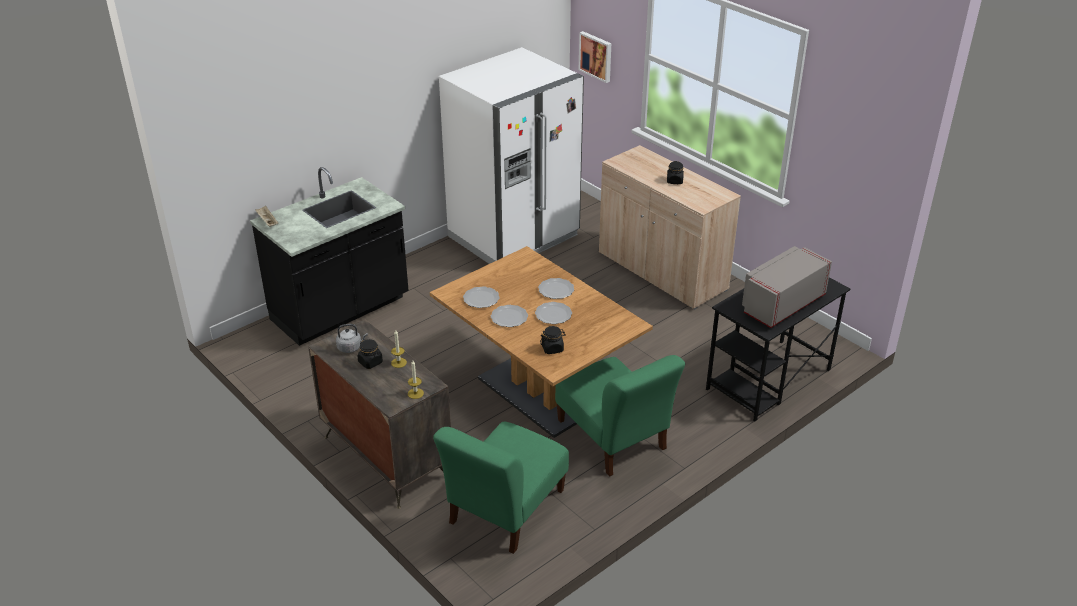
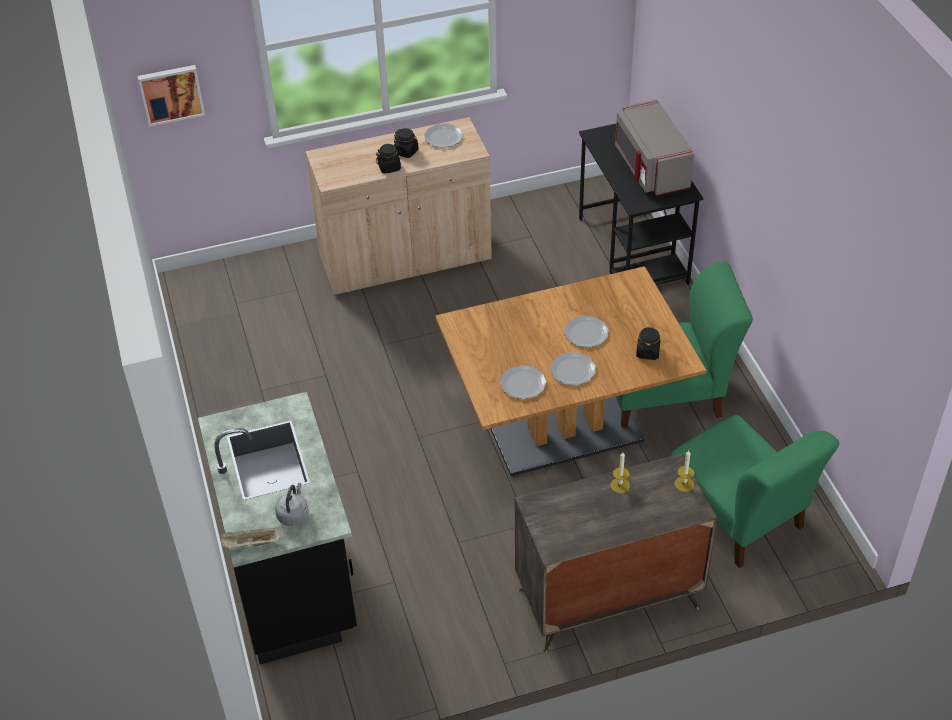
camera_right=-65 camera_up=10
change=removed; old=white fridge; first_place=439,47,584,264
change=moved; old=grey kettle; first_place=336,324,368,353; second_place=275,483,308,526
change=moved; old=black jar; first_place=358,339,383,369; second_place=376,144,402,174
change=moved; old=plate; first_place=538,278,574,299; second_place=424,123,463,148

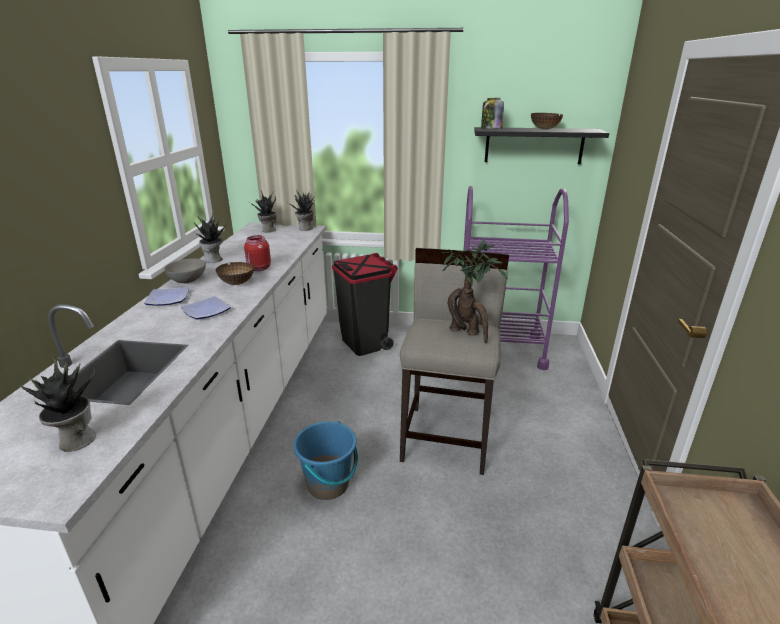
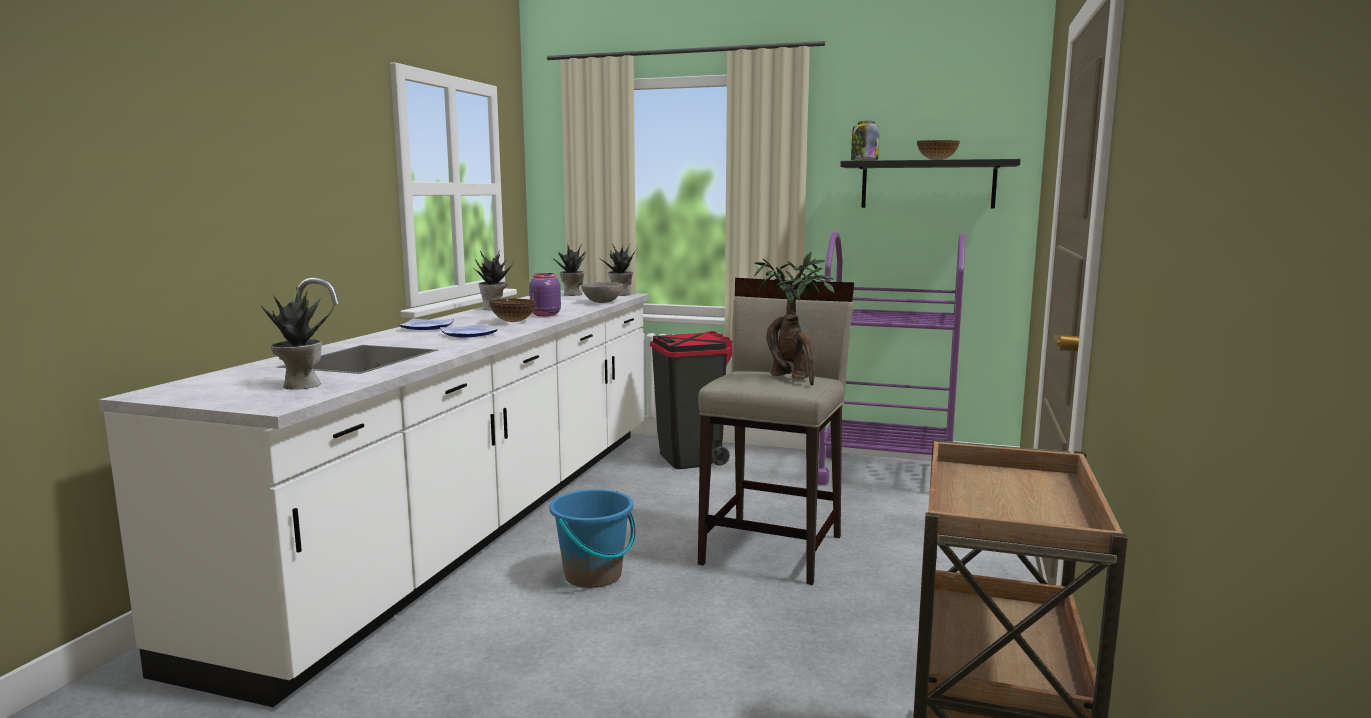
camera_right=10 camera_up=-15
change=moved; old=grey bowl; first_place=164,259,206,284; second_place=581,282,623,303
change=recoloured; old=red jar; new=purple jar; first_place=244,235,271,271; second_place=529,273,561,316

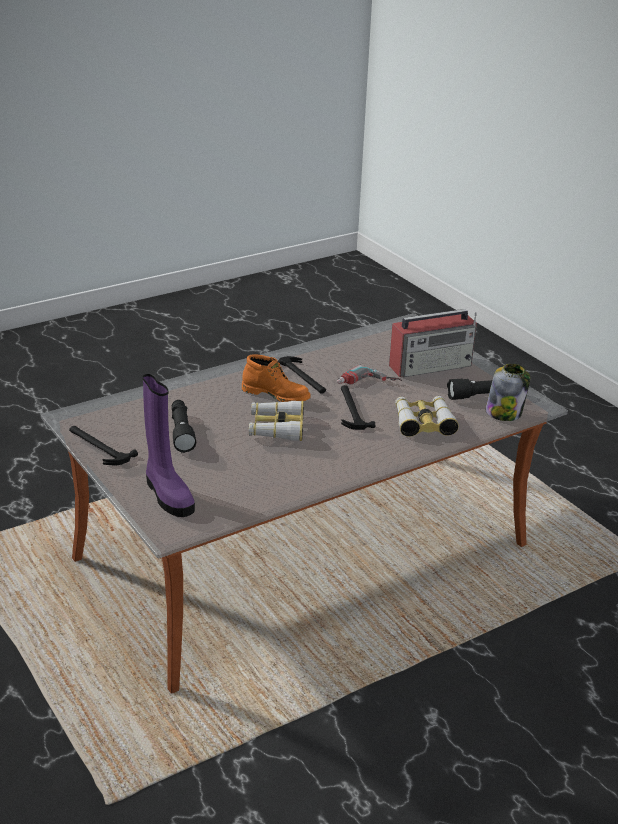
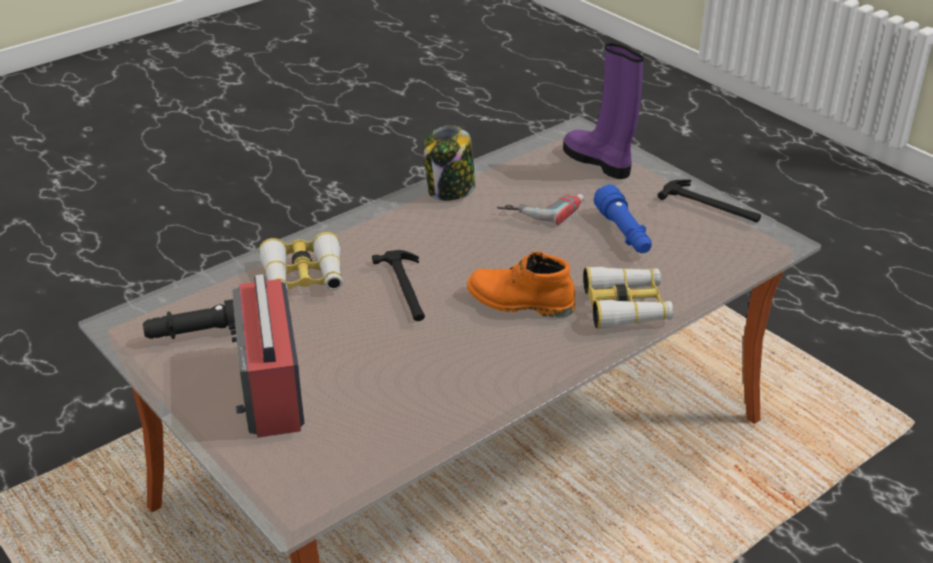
camera_right=175 camera_up=5
change=removed; old=hammer; first_place=278,356,326,394
change=moved; old=binoculars; first_place=249,401,304,441; second_place=583,266,674,329
change=moved; old=power drill; first_place=337,365,402,384; second_place=497,194,584,225
change=moved; old=jar; first_place=486,364,530,421; second_place=423,125,476,201
change=recoloured; old=black flashlight; new=blue flashlight; first_place=171,400,196,453; second_place=594,184,652,253
change=turned; old=radio; first_place=389,309,477,377; second_place=229,274,305,438; degrees=-75

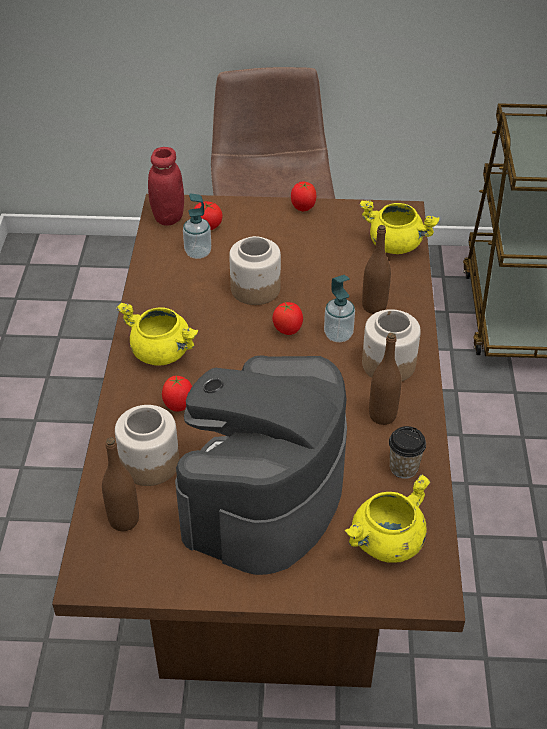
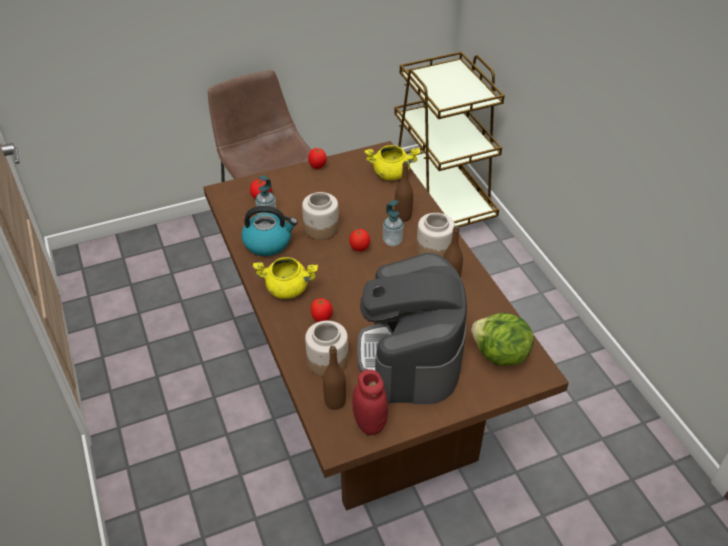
camera_right=-25 camera_up=0
change=removed; old=cup; first_place=389,426,426,479
change=added; new=kettle; second_place=241,206,298,256
change=moved; old=red jar; first_place=148,147,184,226; second_place=352,369,388,435
change=replaced; old=yellow cooking pot; new=lettuce; first_place=345,474,431,562; second_place=471,313,534,366

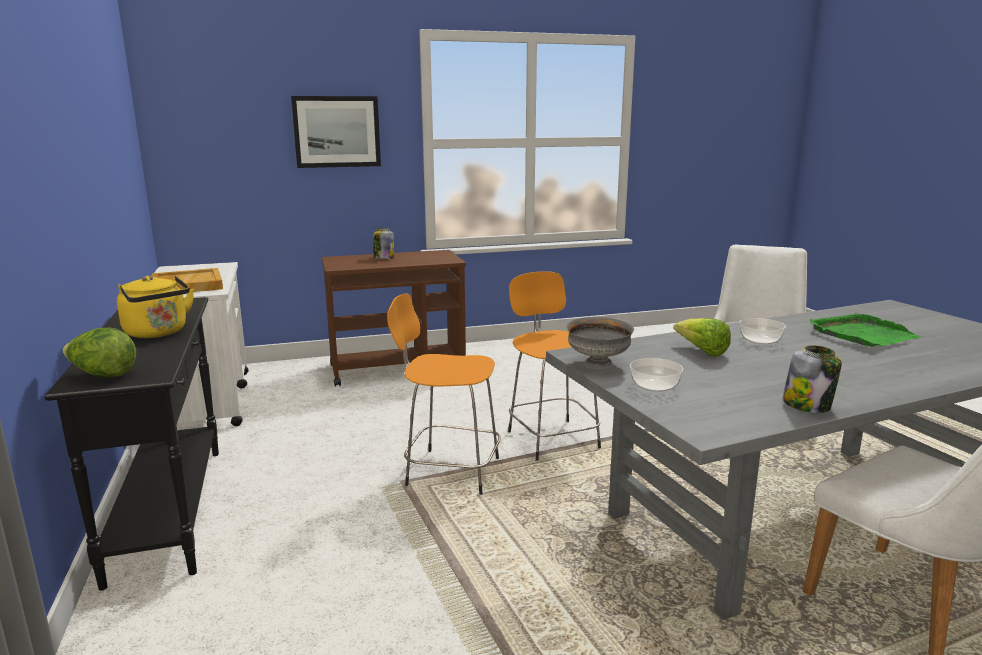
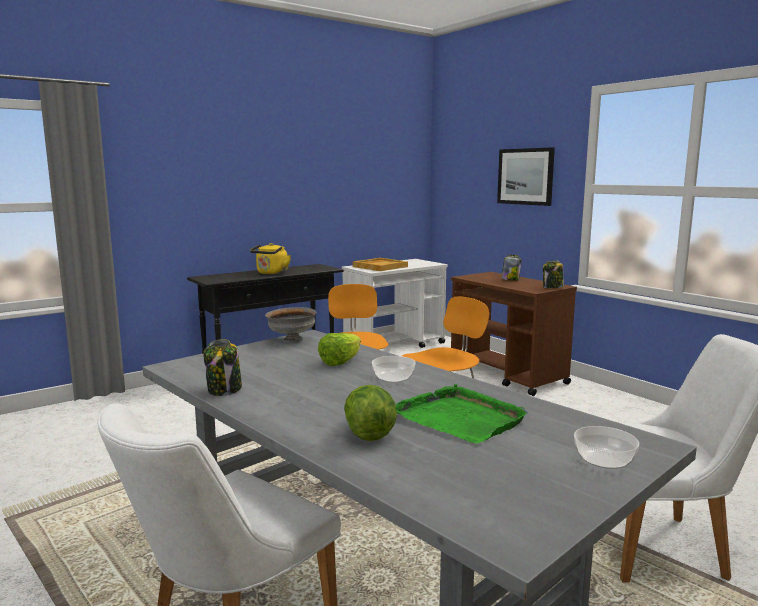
camera_right=70 camera_up=-5
change=added; new=jar; second_place=543,261,564,288
change=moved; old=lettuce; first_place=63,328,136,377; second_place=344,385,397,441
change=moved; old=bowl; first_place=630,358,683,392; second_place=574,426,639,469

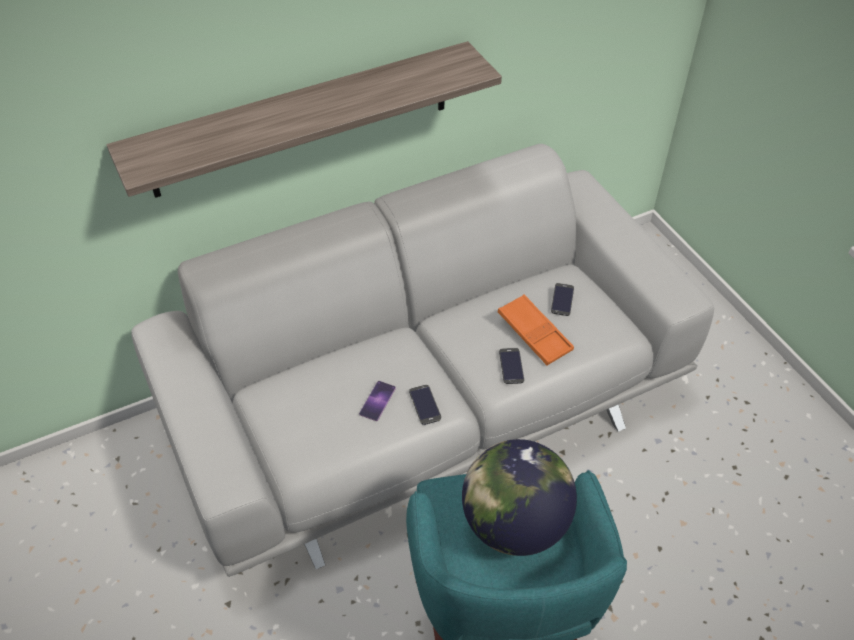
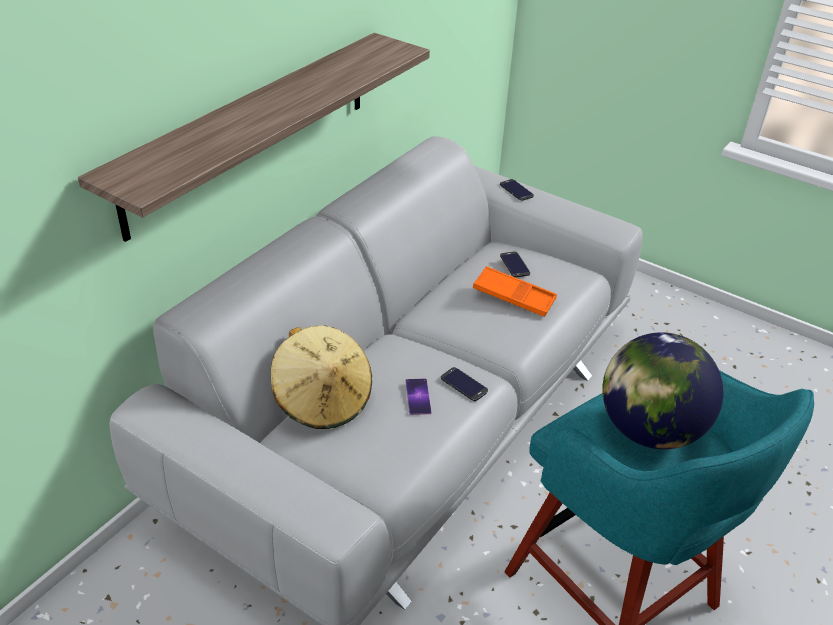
camera_right=-30 camera_up=-10
change=added; new=beige hat; second_place=271,325,372,429
change=moved; old=phone; first_place=499,348,524,384; second_place=500,179,534,201

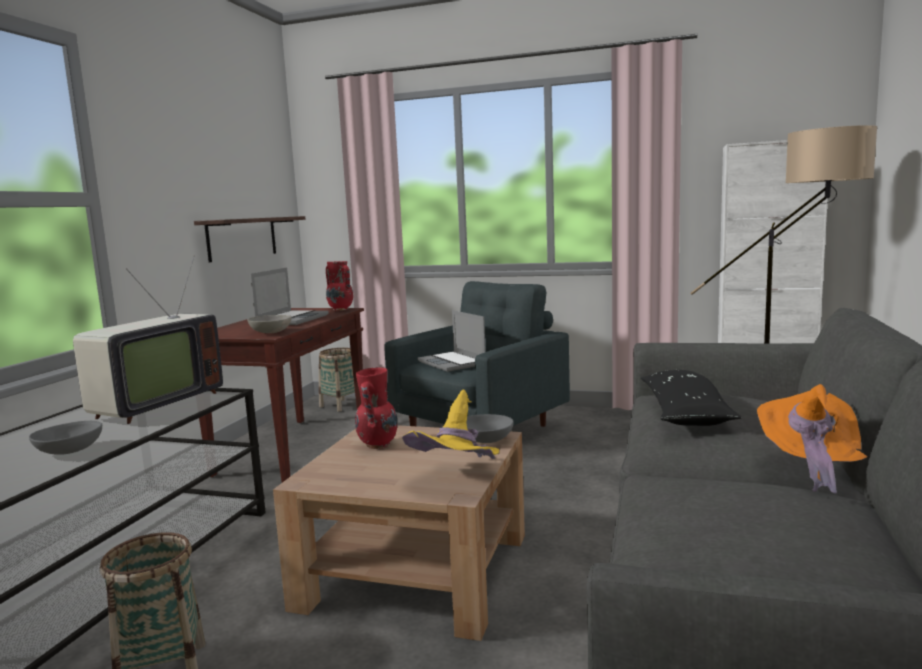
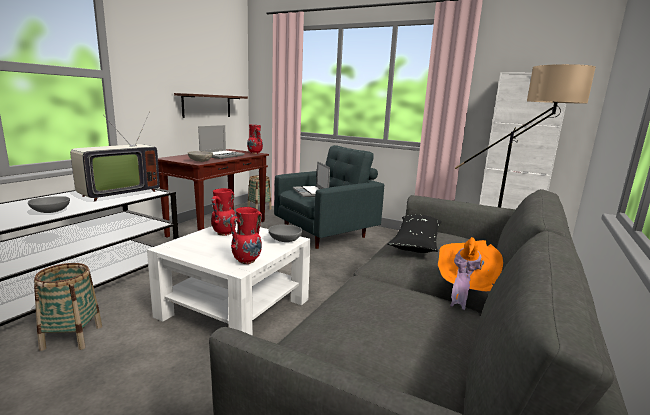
camera_right=10 camera_up=5
change=replaced; old=yellow hat; new=red vase; first_place=402,390,499,459; second_place=230,207,262,264
change=recoloured; old=brown coffee table; new=white coffee table; first_place=273,425,525,641; second_place=147,223,311,336

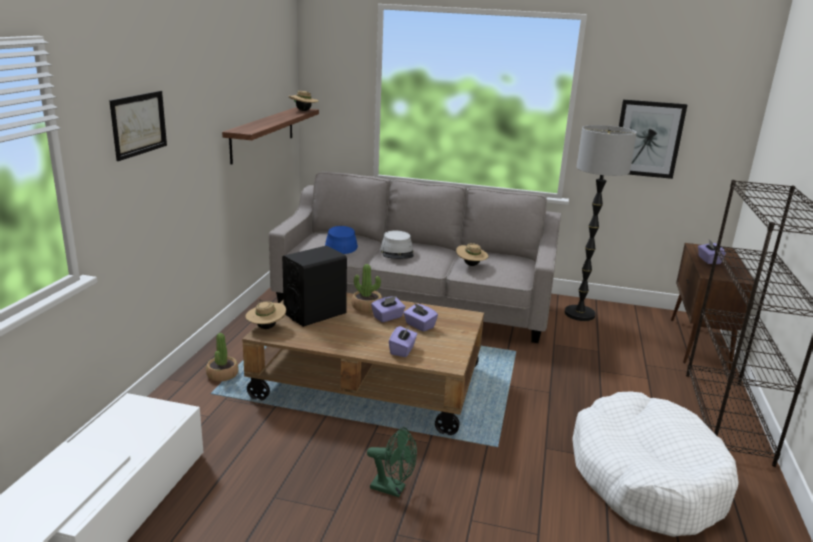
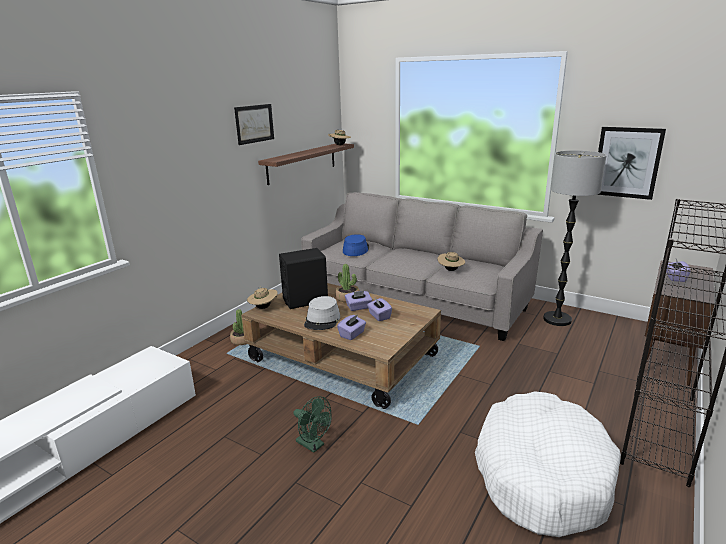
camera_right=20 camera_up=0
change=moved; old=picture; first_place=109,91,167,161; second_place=234,104,274,145
change=moved; old=grey hat; first_place=380,230,414,259; second_place=304,296,340,330

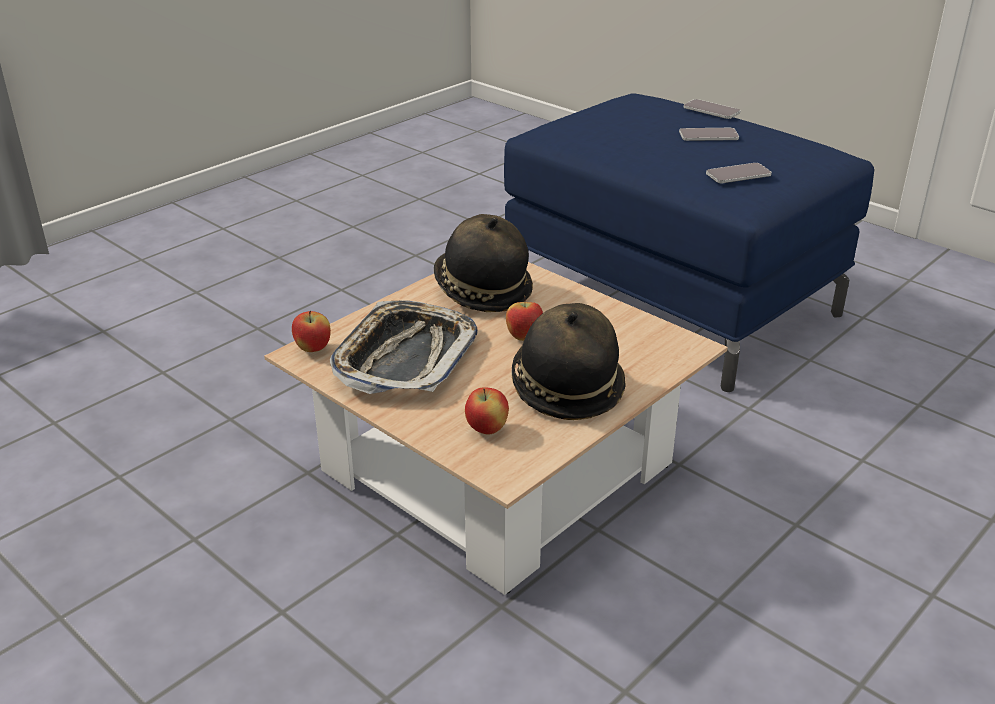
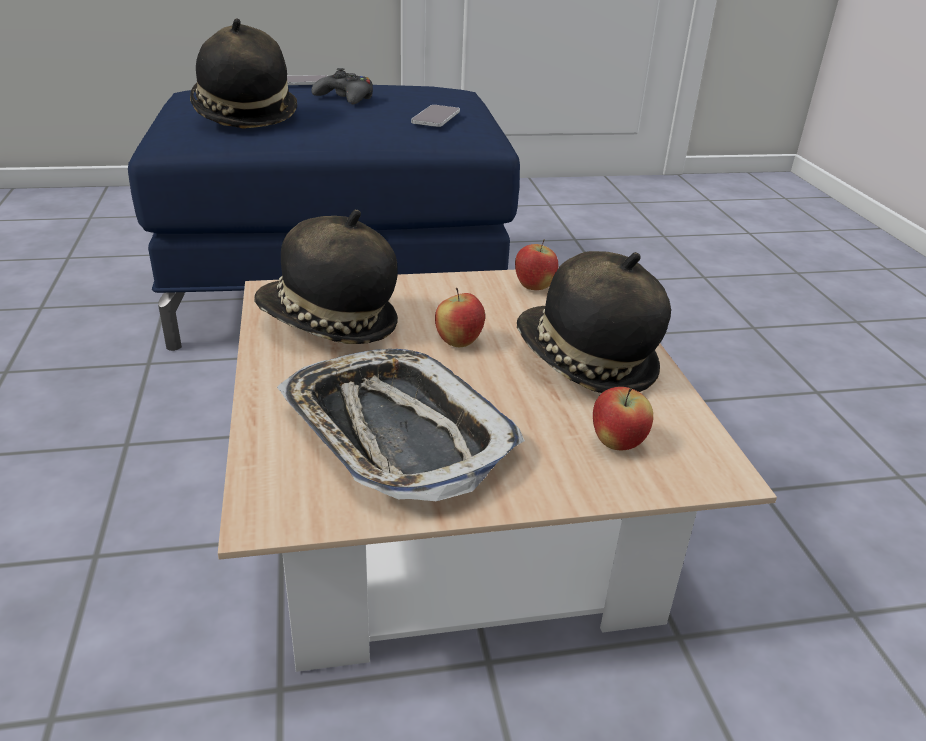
camera_right=-55 camera_up=0
change=added; new=hat; second_place=190,18,297,129
change=moved; old=apple; first_place=292,311,331,352; second_place=515,239,558,290
change=replaced; old=phone; new=black game controller; first_place=679,128,739,141; second_place=311,68,373,104

